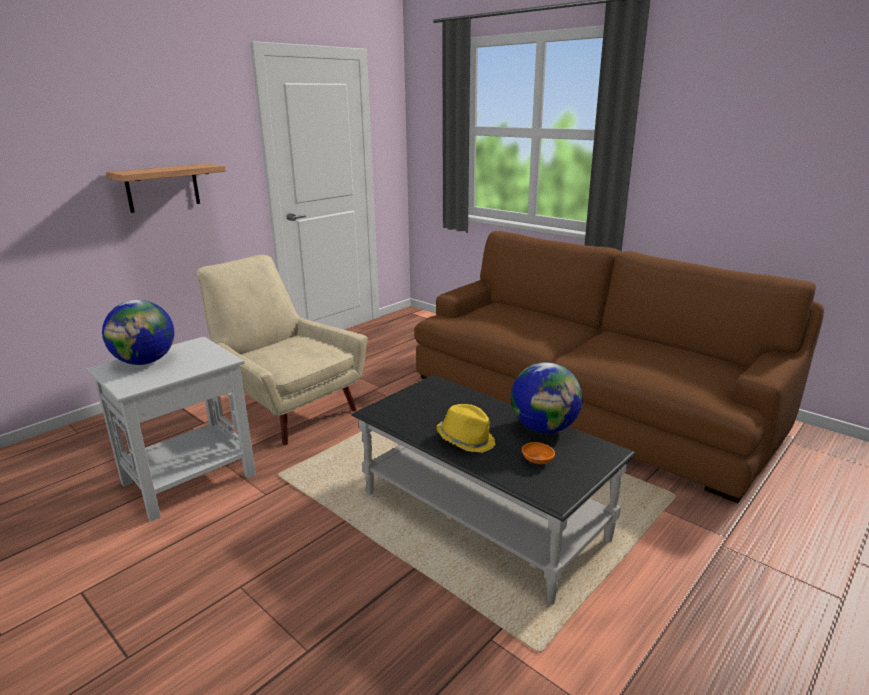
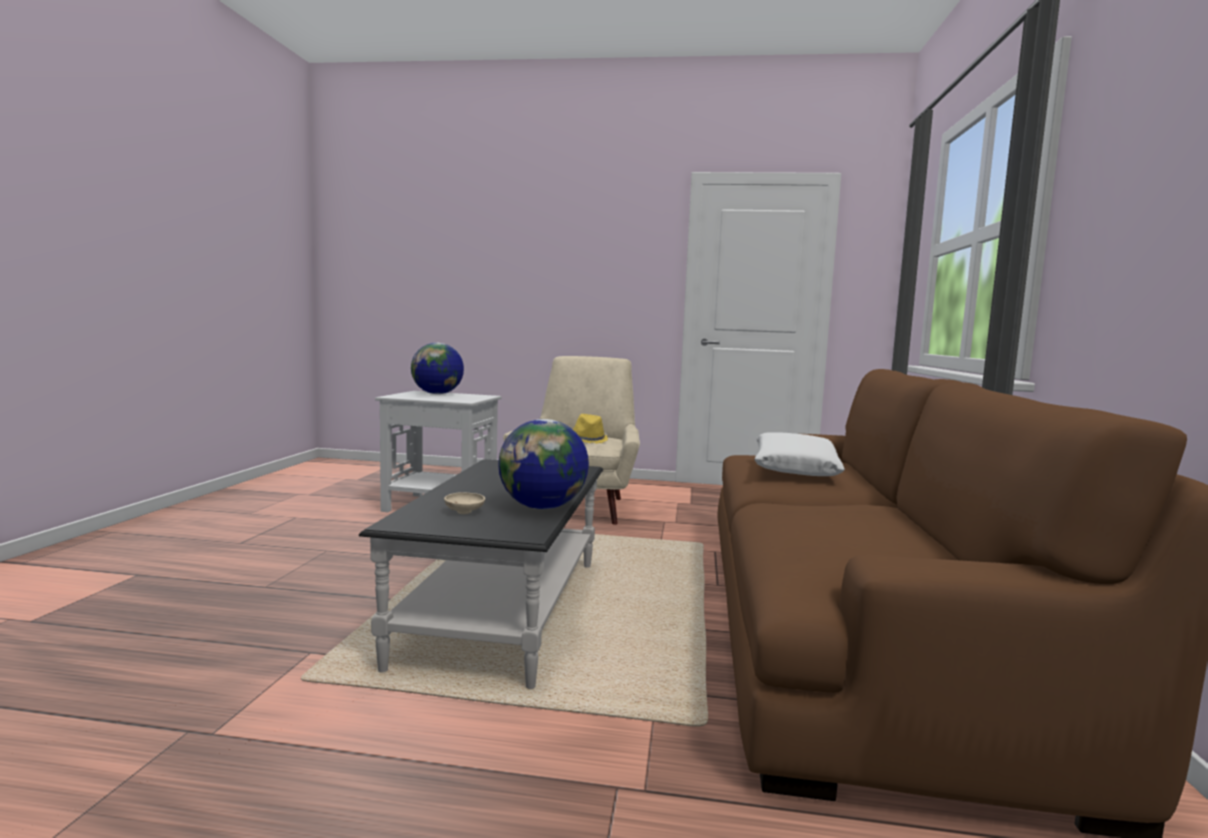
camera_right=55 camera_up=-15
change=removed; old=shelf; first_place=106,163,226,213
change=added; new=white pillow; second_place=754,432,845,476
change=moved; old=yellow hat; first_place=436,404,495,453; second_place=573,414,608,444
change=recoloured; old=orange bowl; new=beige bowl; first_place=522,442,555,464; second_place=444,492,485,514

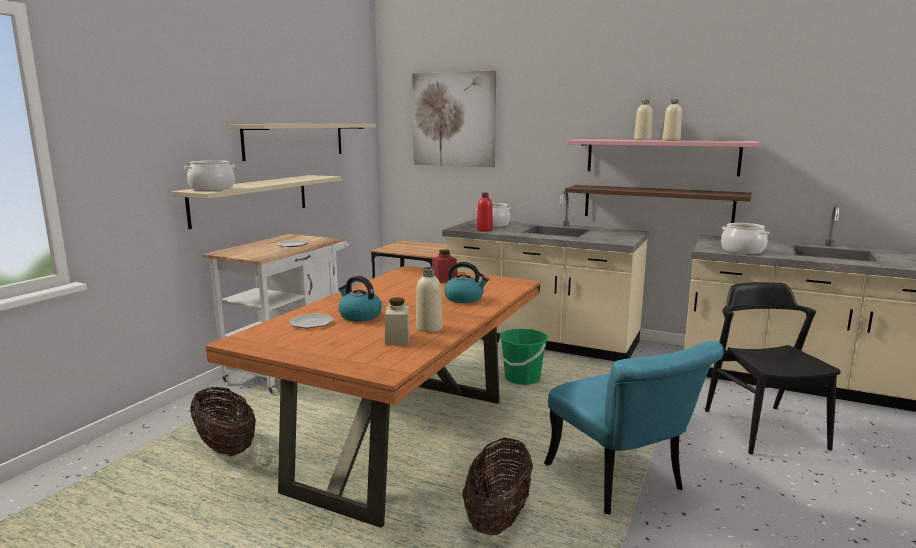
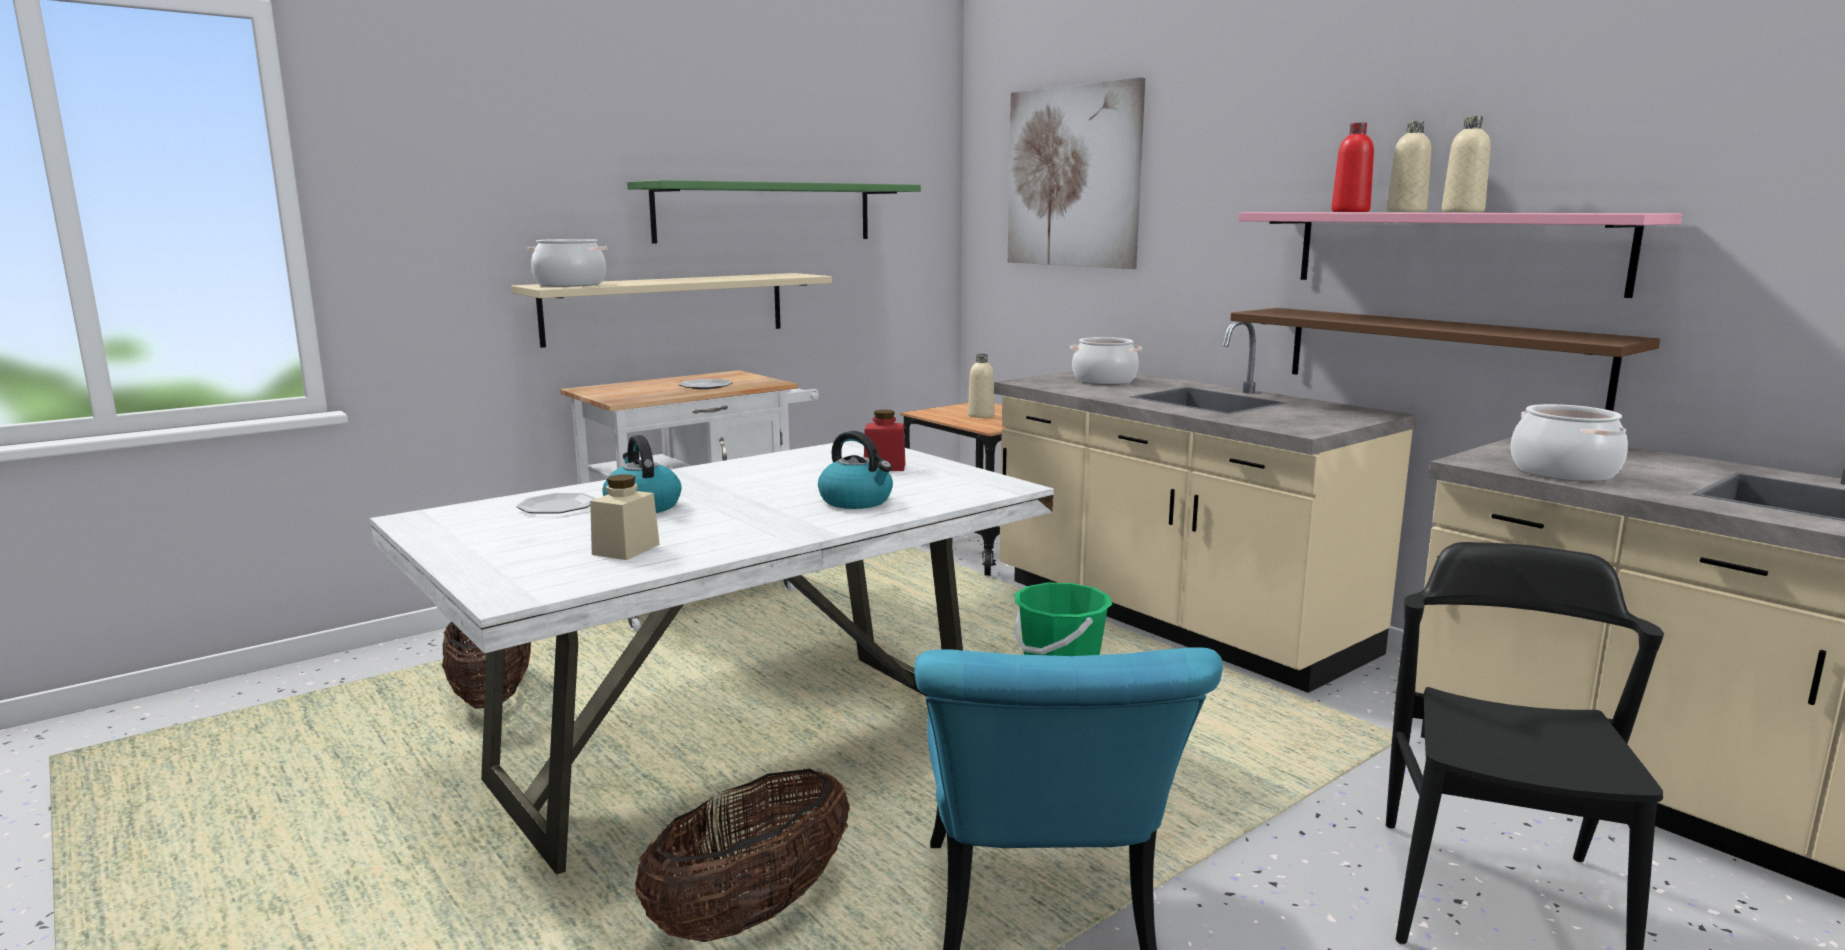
camera_right=25 camera_up=0
change=moved; old=beige bottle; first_place=416,267,443,332; second_place=968,354,995,418
change=moved; old=red bottle; first_place=477,193,493,232; second_place=1331,122,1374,212
change=recoloured; old=orange dining table; new=white dining table; first_place=205,265,540,528; second_place=370,441,1054,874
change=recoloured; old=beige shelf; new=green shelf; first_place=229,124,376,161; second_place=627,180,921,243

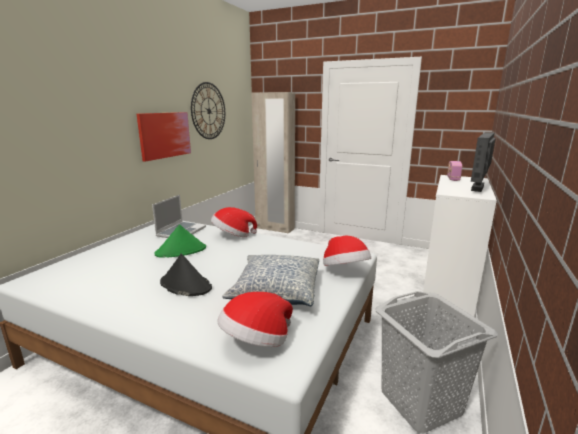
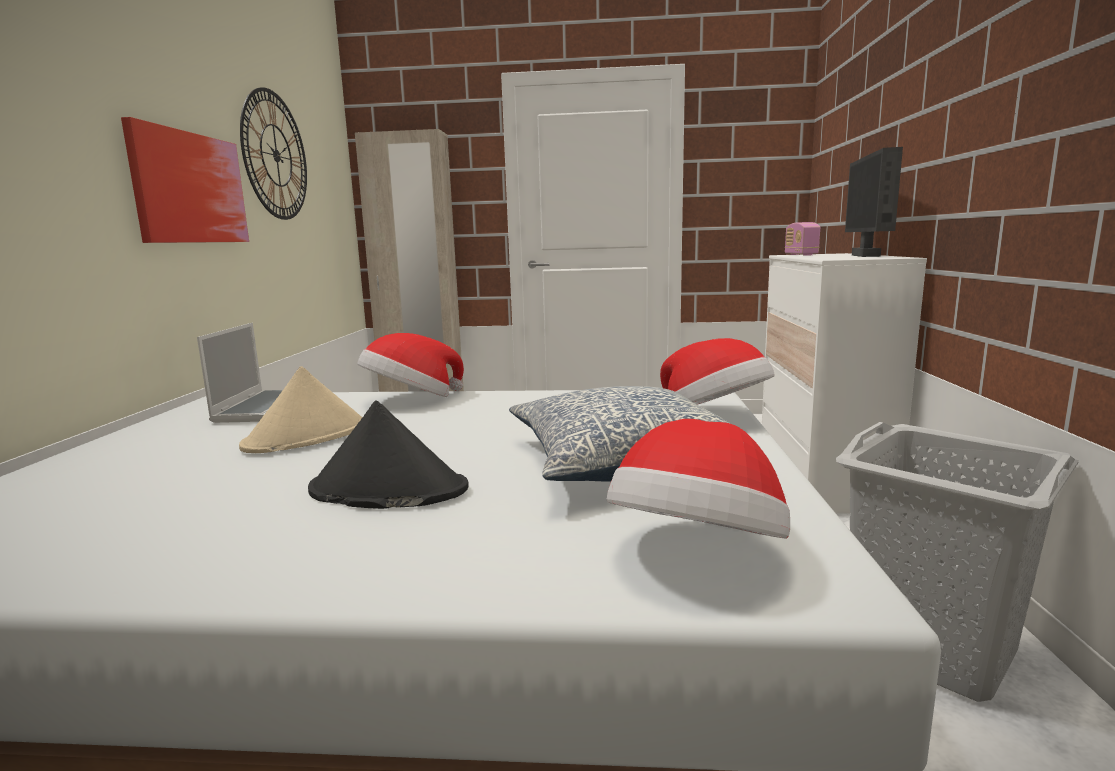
camera_right=-20 camera_up=-5
change=recoloured; old=green hat; new=beige hat; first_place=154,225,206,258; second_place=239,366,363,453

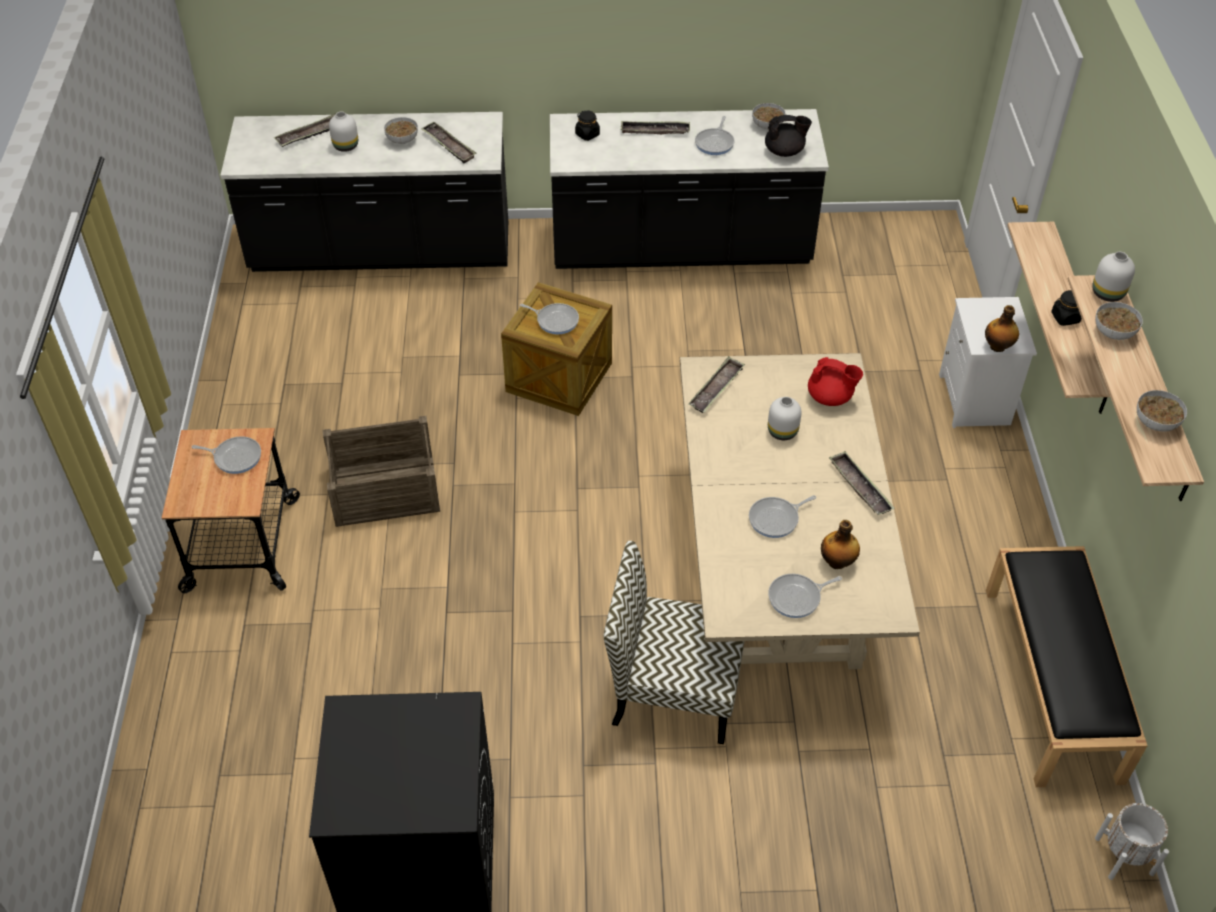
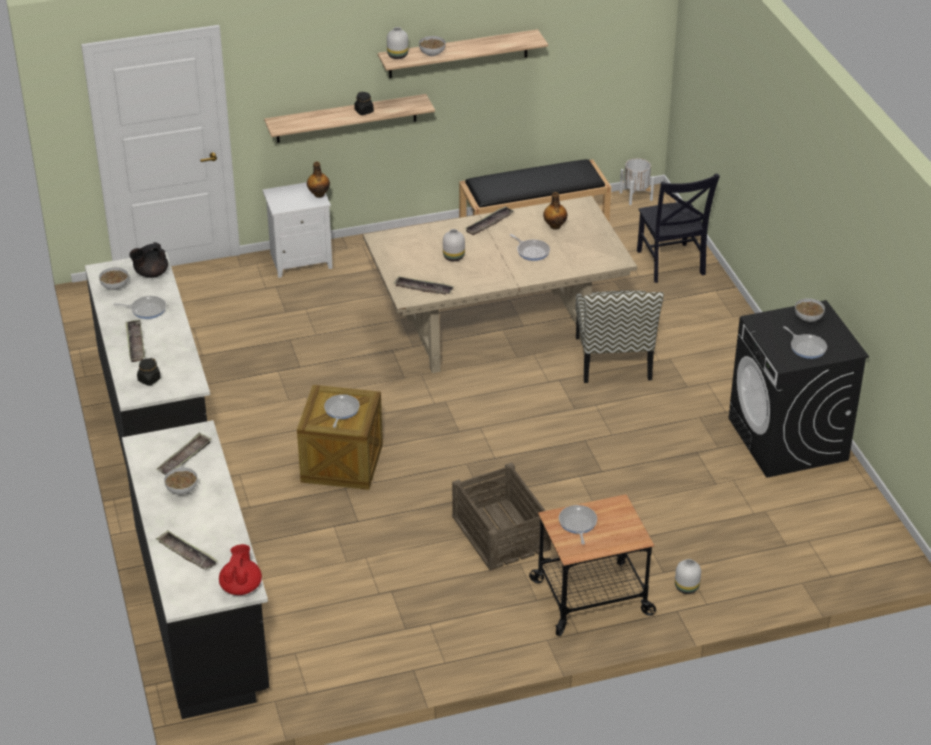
camera_right=-105 camera_up=-10
change=added; new=black chair; second_place=637,173,720,283
change=moved; old=white vase; first_place=329,112,358,152; second_place=675,559,701,594
change=moved; old=frying pan; first_place=768,574,842,618; second_place=783,326,827,359
change=moved; old=red teapot; first_place=808,357,863,406; second_place=219,544,262,595
change=moved; old=bowl; first_place=1137,390,1187,432; second_place=795,298,825,322
change=turned; old=black teapot; first_place=765,115,812,157; second_place=129,242,168,278; degrees=-105

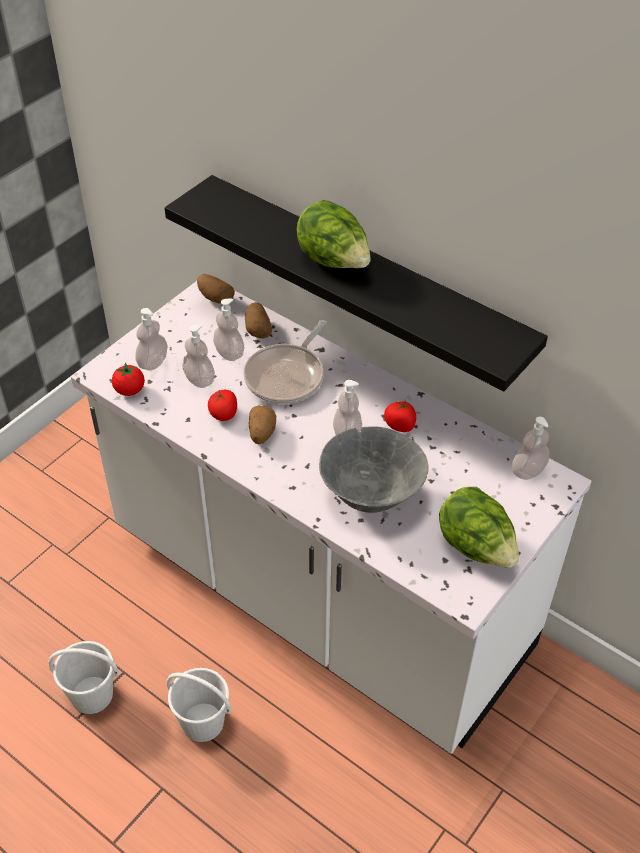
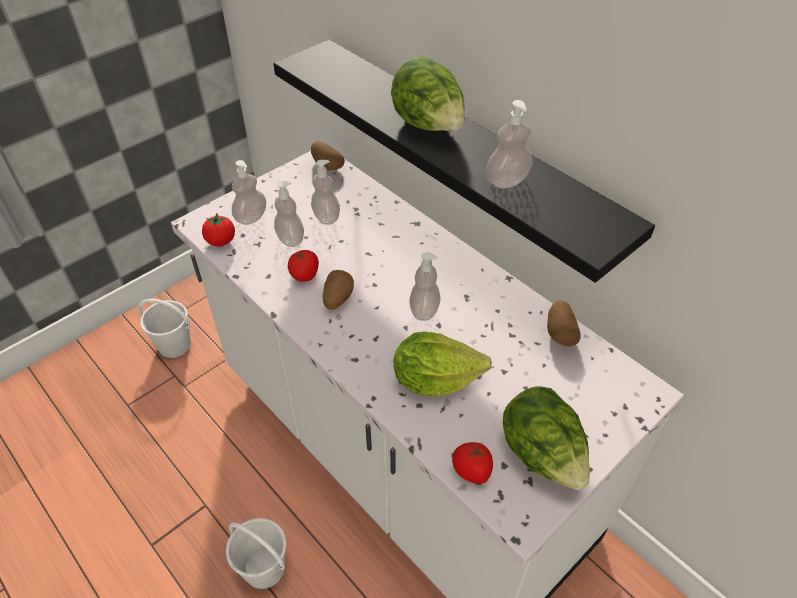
camera_right=10 camera_up=0
change=removed; old=frying pan; first_place=243,320,327,404
change=moved; old=white bucket; first_place=48,641,119,714; second_place=138,299,191,358
change=moved; old=potato; first_place=245,302,272,338; second_place=547,300,581,347
change=moved; old=tomato; first_place=384,400,416,432; second_place=452,442,493,484
change=moved; old=soap dispenser; first_place=512,417,549,480; second_place=486,100,533,188
change=replaced; old=grey bowl; new=lettuce; first_place=319,426,428,513; second_place=394,332,492,396

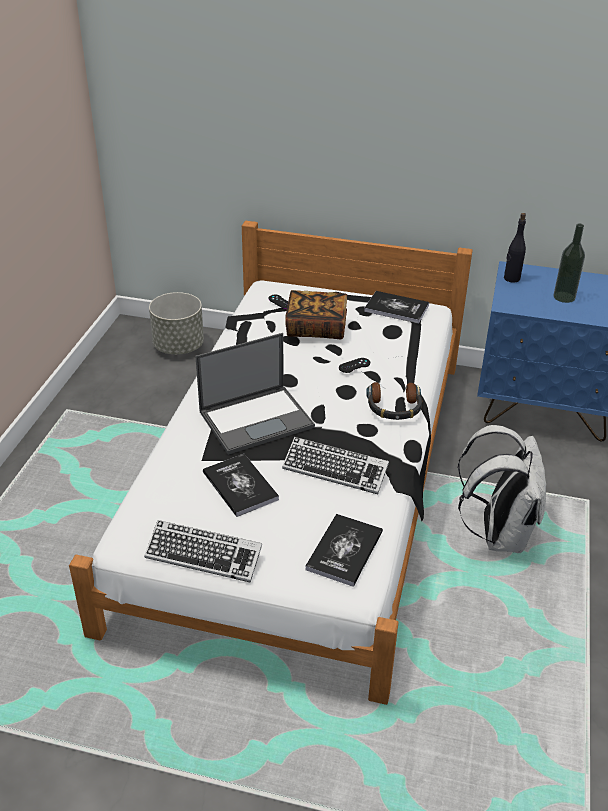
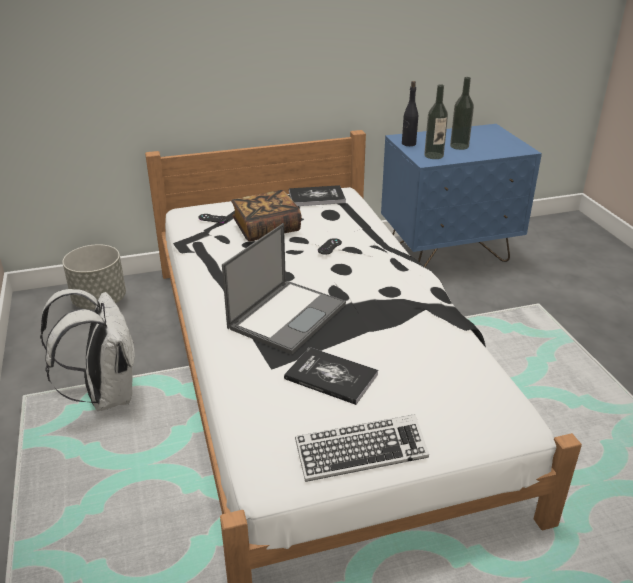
camera_right=-30 camera_up=-5
change=removed; old=keyboard; first_place=282,437,389,494
change=removed; old=book; first_place=305,514,383,587
change=removed; old=headphones; first_place=366,382,423,420
change=added; new=bottle; second_place=424,84,448,159
change=moved; old=white backpack; first_place=457,425,546,553; second_place=40,289,135,411

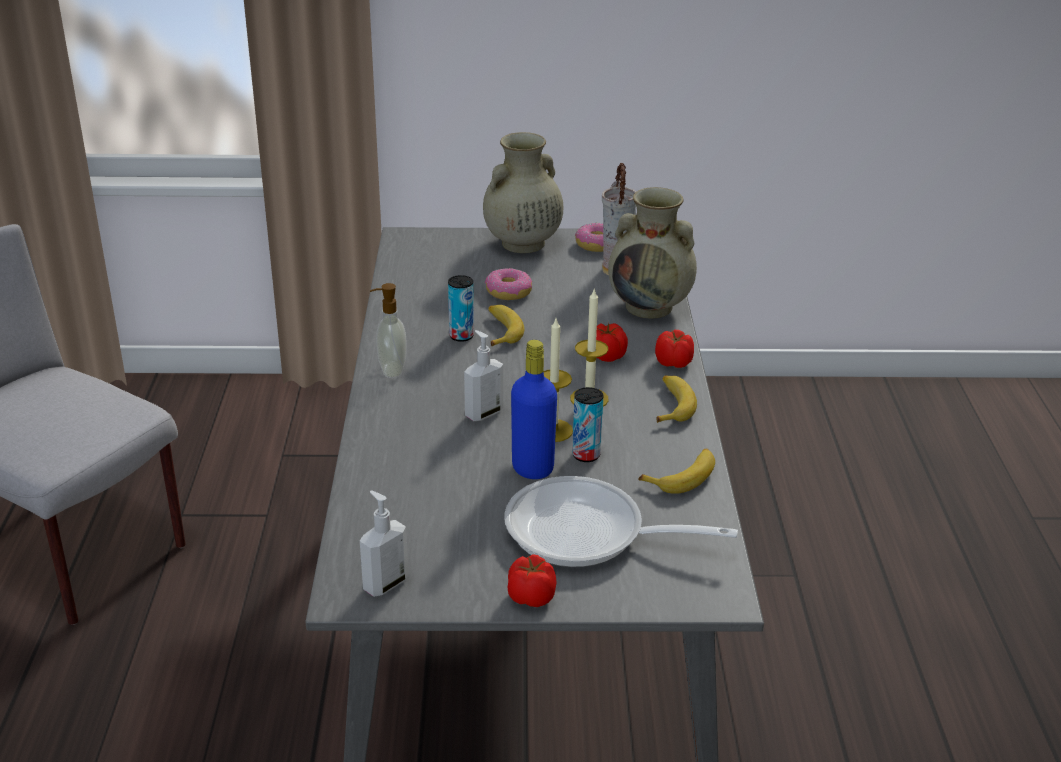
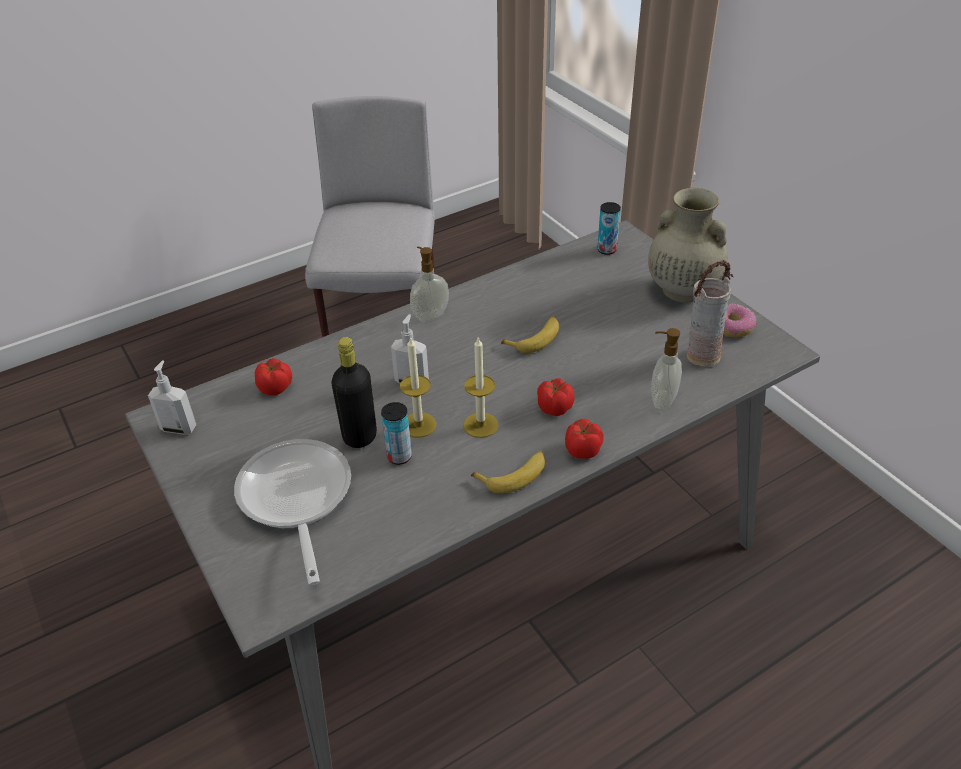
camera_right=60 camera_up=10
change=removed; old=donut; first_place=485,268,532,300
change=removed; old=banana; first_place=638,449,715,494
change=moved; old=can; first_place=448,275,474,342; second_place=597,202,621,255
change=moved; old=tomato; first_place=507,554,557,607; second_place=255,358,292,395
change=replaced; old=beige vase; new=soap dispenser; first_place=608,187,697,319; second_place=651,328,682,410
change=recoloured; old=blue bottle; new=black bottle; first_place=511,340,557,479; second_place=332,337,377,448

